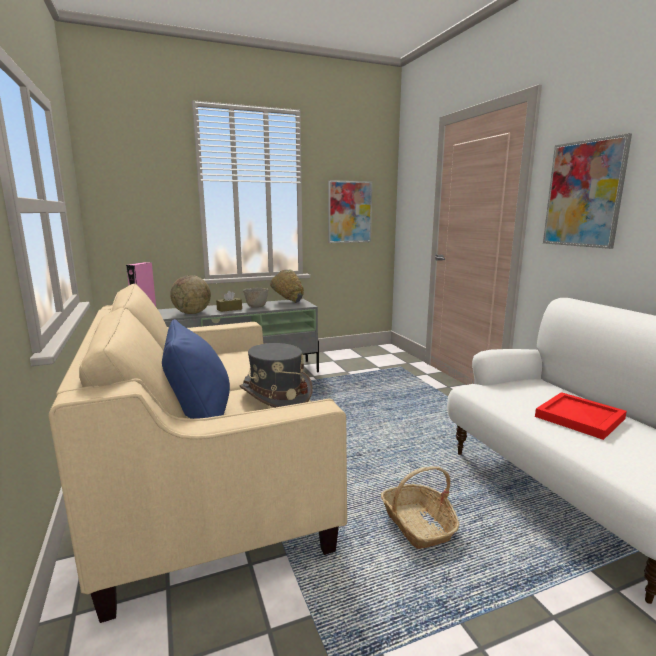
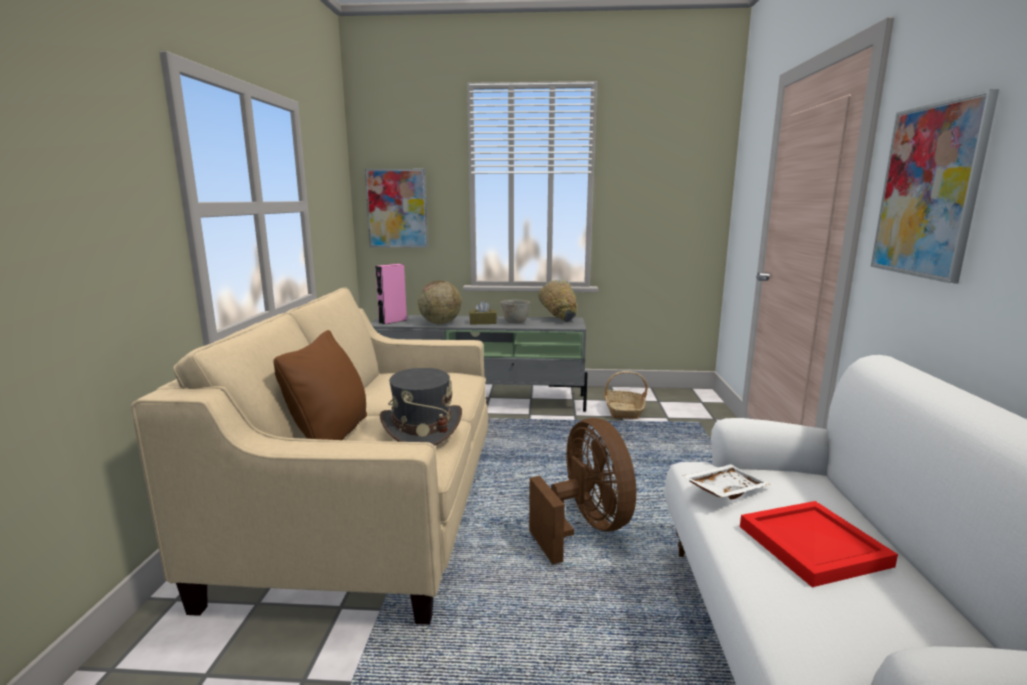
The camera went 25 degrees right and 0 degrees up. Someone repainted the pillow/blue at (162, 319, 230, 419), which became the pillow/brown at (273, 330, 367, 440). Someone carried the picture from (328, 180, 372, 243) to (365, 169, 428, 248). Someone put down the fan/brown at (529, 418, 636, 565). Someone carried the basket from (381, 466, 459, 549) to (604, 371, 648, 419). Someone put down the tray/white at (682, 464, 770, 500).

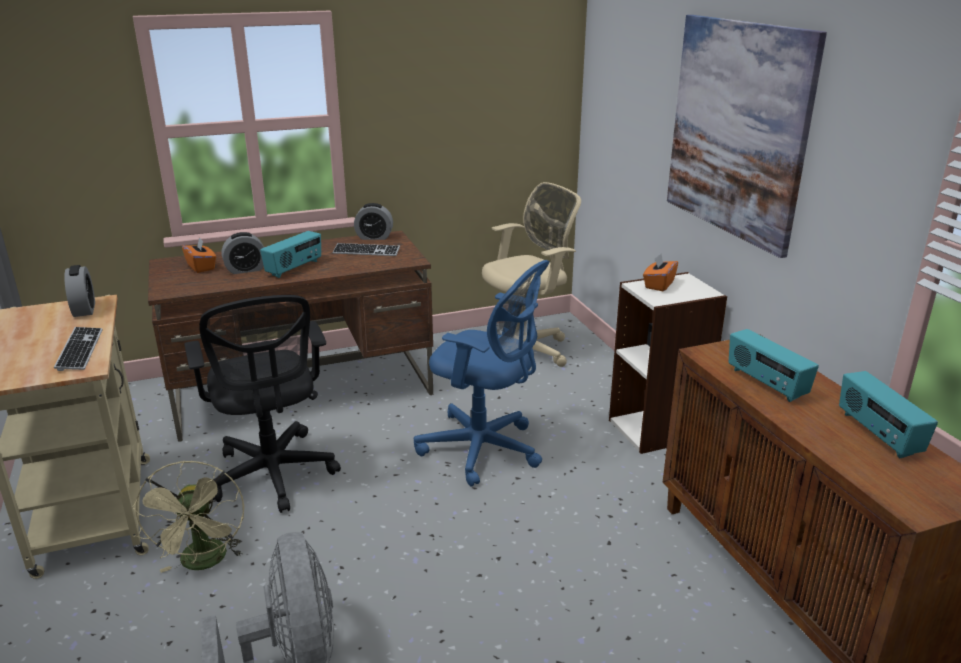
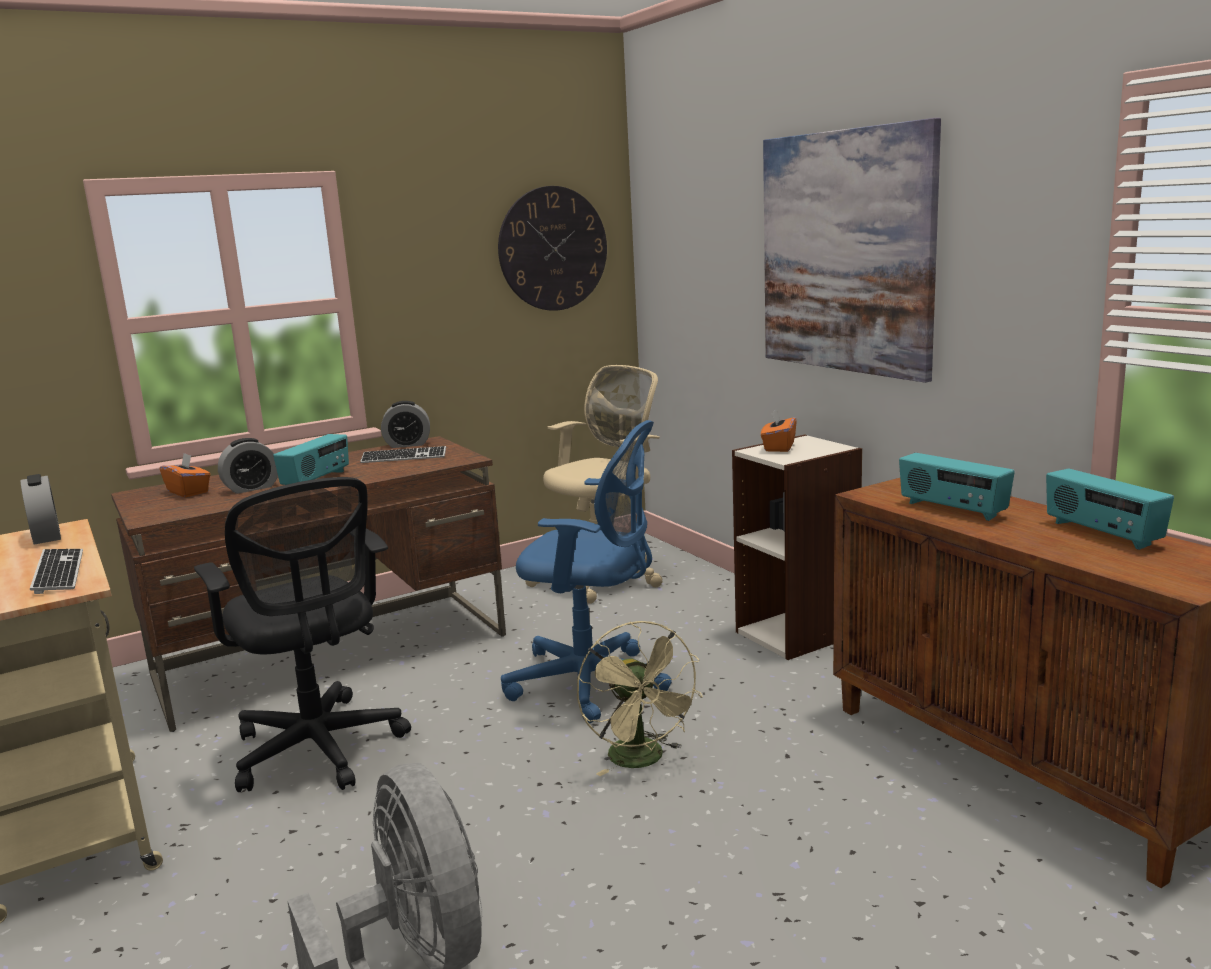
The camera went 10 degrees left and 10 degrees down. Someone put up the wall clock at (498, 186, 607, 311). Someone carried the fan/beige from (132, 461, 244, 573) to (577, 621, 703, 776).

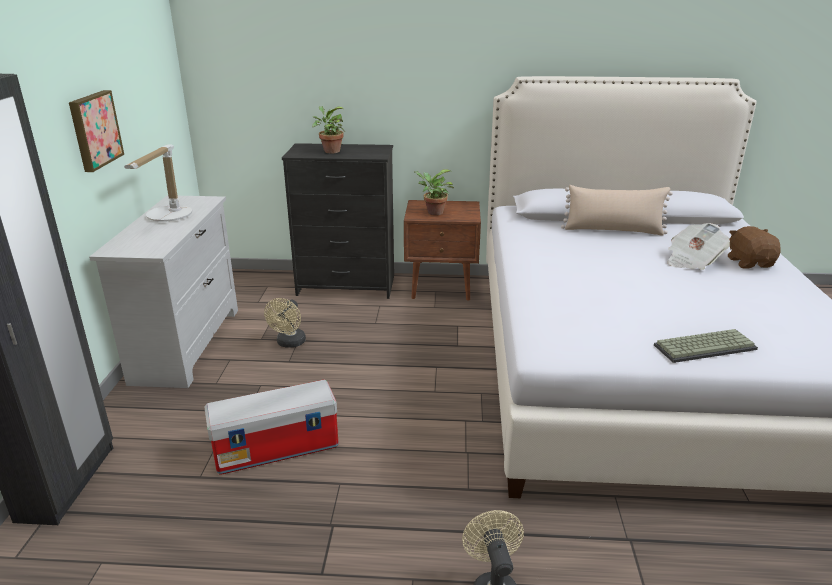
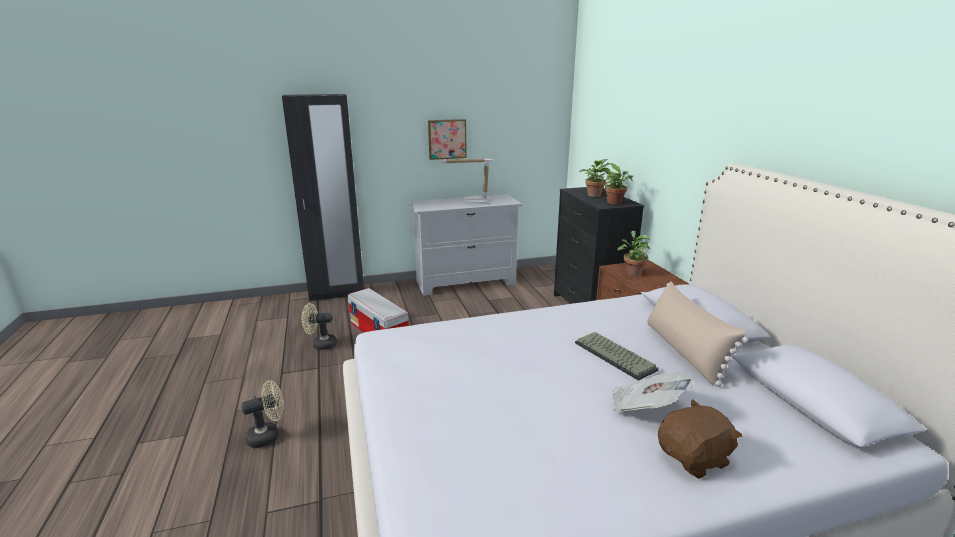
The camera went 70 degrees right and 5 degrees down. Someone carried the fan/beige from (264, 298, 306, 348) to (302, 303, 337, 350). Someone carried the keyboard from (654, 329, 758, 363) to (575, 332, 659, 380). Someone put down the potted plant at (604, 163, 633, 204).

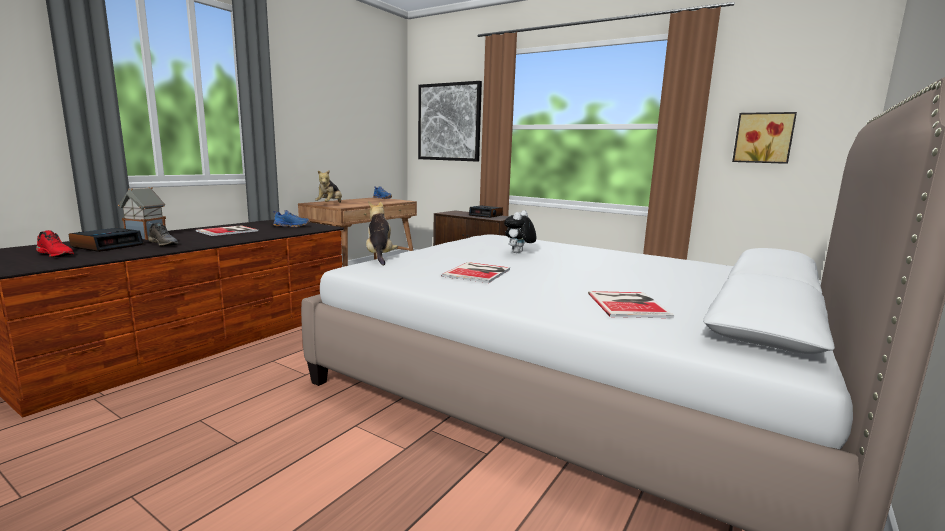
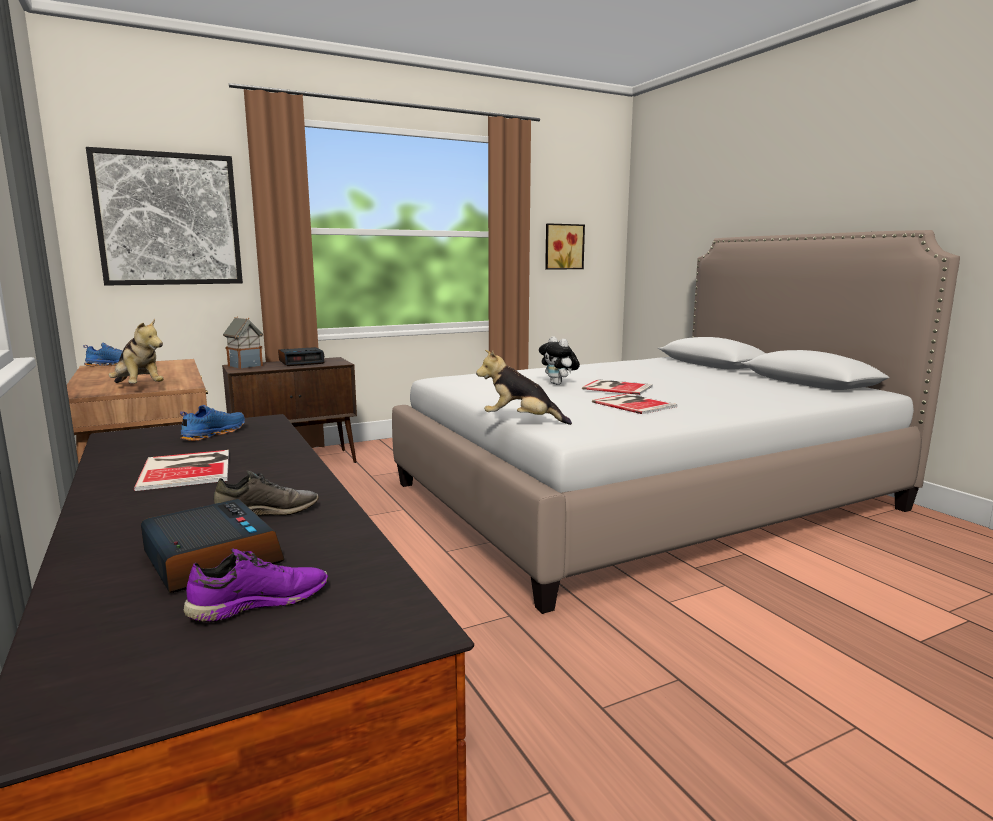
The camera went 60 degrees left and 0 degrees up. Someone repainted the shoe/red at (36, 230, 74, 257), which became the shoe/purple at (184, 548, 328, 622). Someone carried the toy house from (118, 187, 166, 240) to (223, 317, 263, 369). Someone carried the book from (588, 291, 674, 318) to (582, 379, 653, 395).

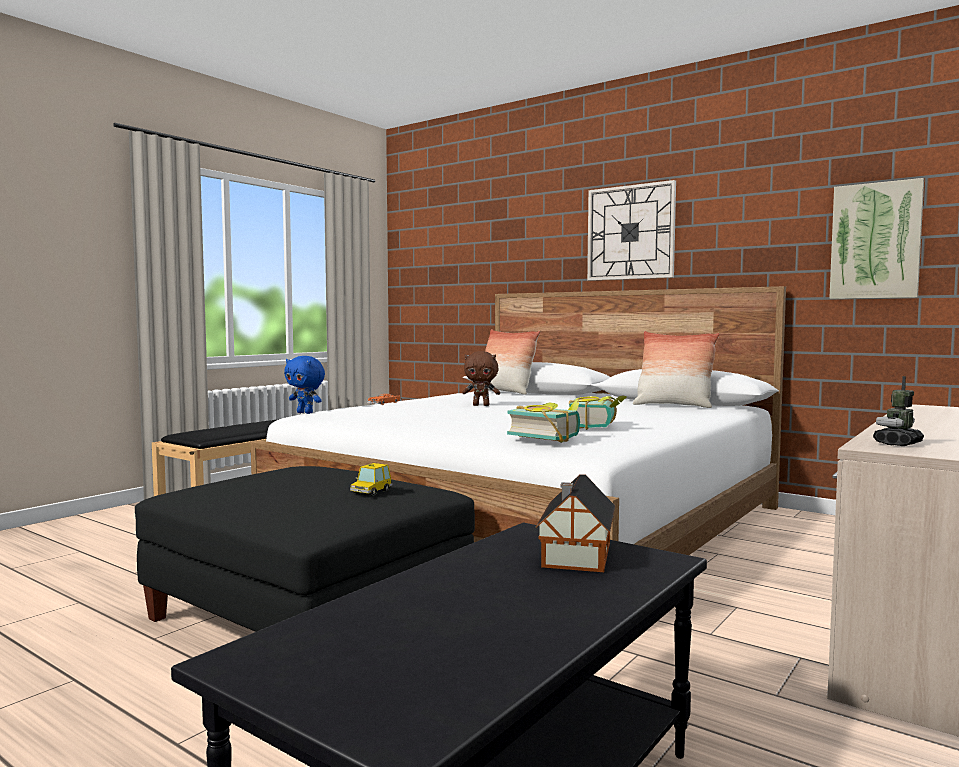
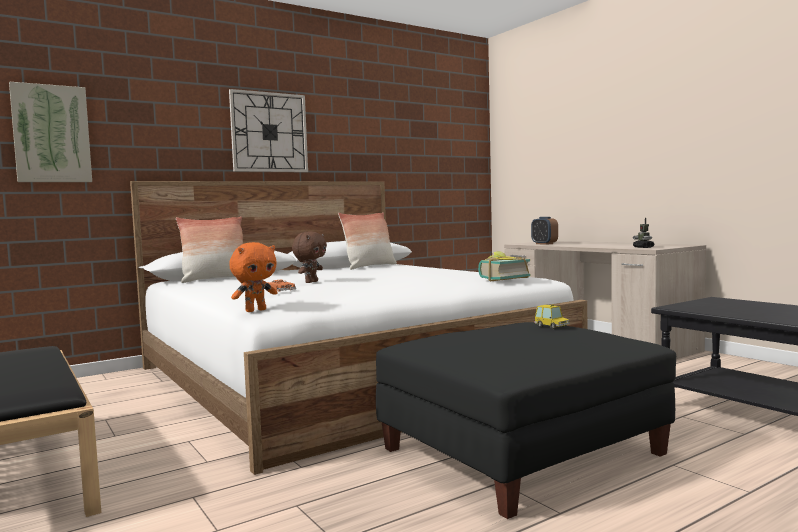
The camera went 70 degrees left and 0 degrees up. Someone carried the picture from (829, 178, 924, 299) to (9, 82, 92, 182). Someone repainted the plush toy/blue at (284, 356, 325, 414), which became the plush toy/orange at (229, 242, 277, 312). Someone put down the alarm clock at (531, 217, 558, 245). Someone took away the toy house at (536, 474, 615, 572). Someone took away the book at (569, 395, 627, 430).

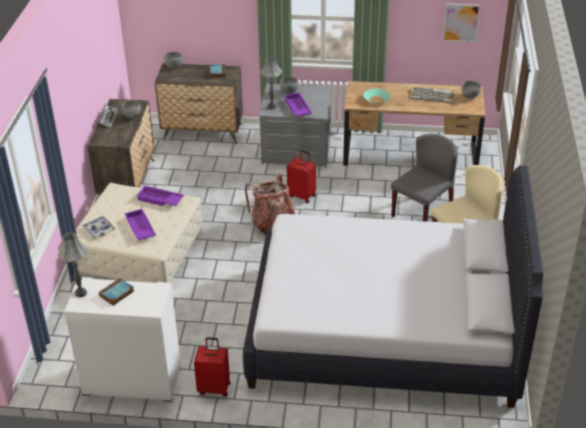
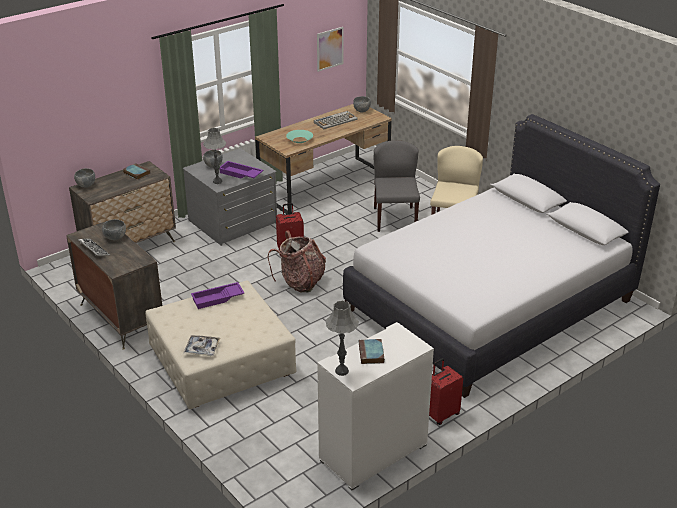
The camera went 45 degrees left and 5 degrees down. Someone took away the tray/purple at (124, 209, 156, 241).

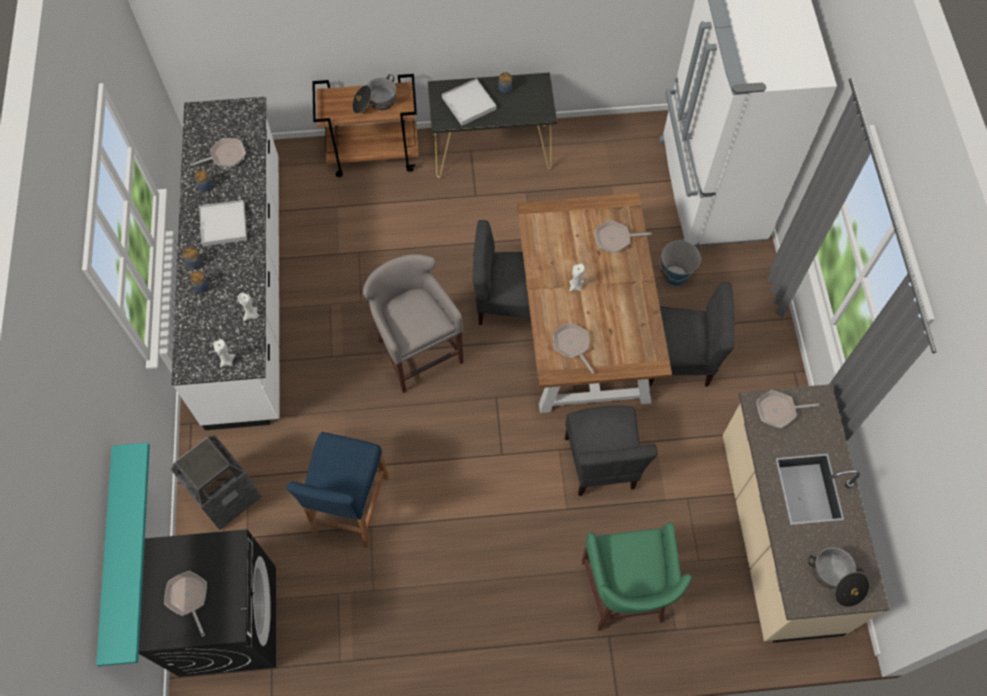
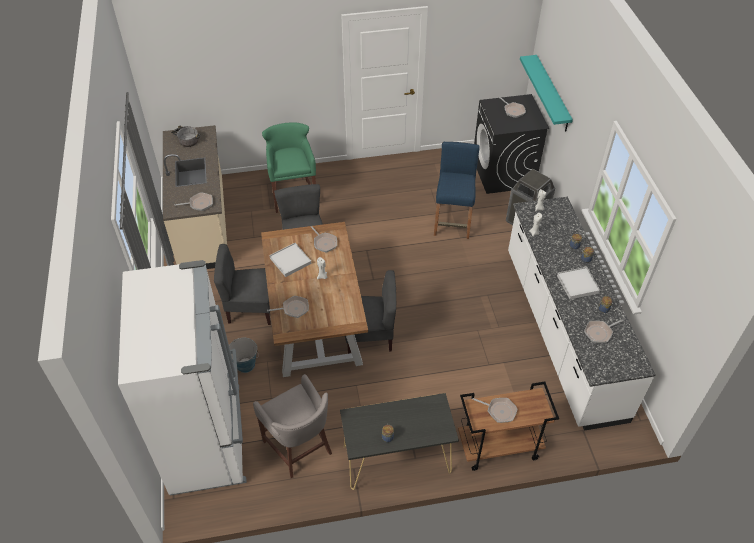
The camera went 175 degrees right and 15 degrees down. Someone carried the stool/grey from (363, 254, 464, 393) to (253, 374, 332, 478). Someone carried the tray/white from (442, 78, 496, 126) to (269, 243, 311, 277). Someone swapped the cooking pot at (352, 74, 396, 114) for the frying pan at (472, 398, 518, 423).

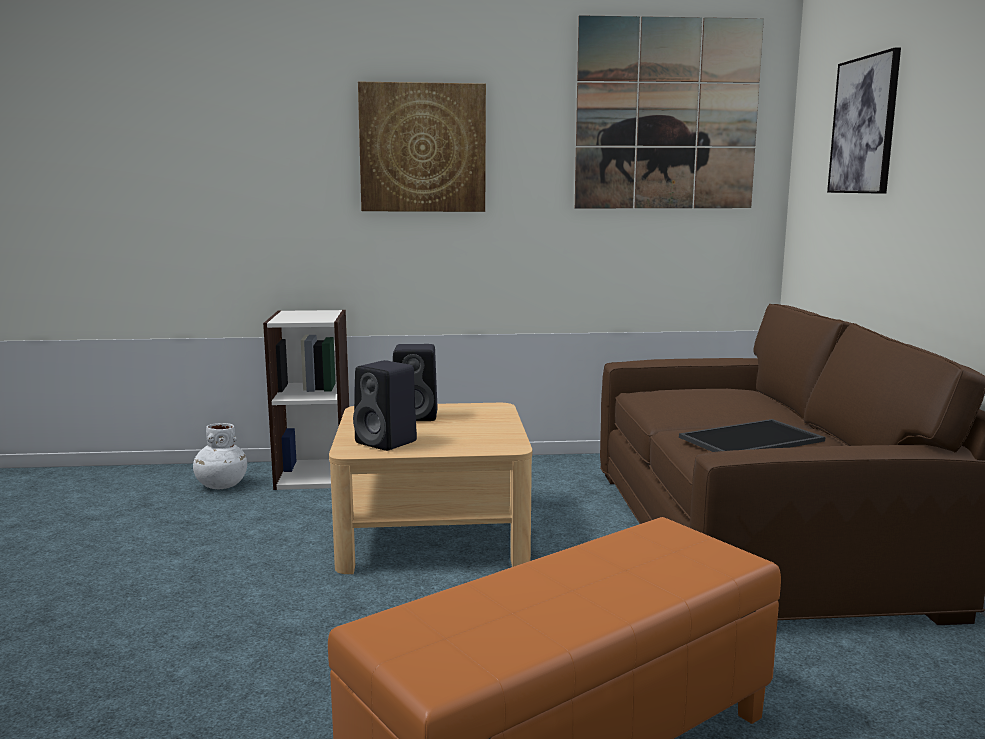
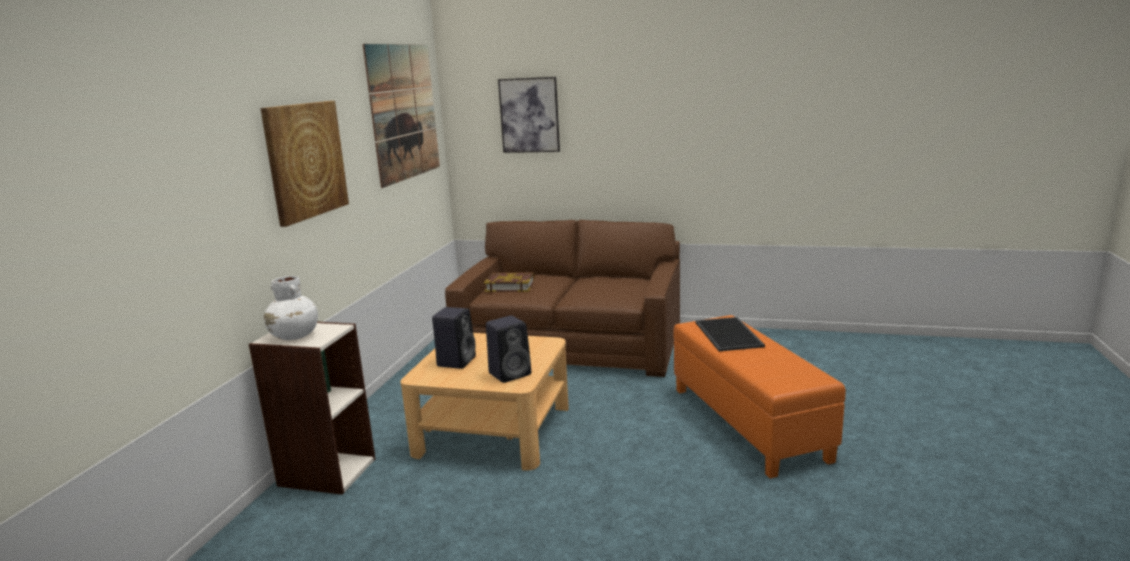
The camera went 70 degrees left and 5 degrees up. Someone carried the vase/white from (193, 423, 247, 489) to (264, 276, 318, 340). Someone put down the book at (484, 272, 535, 292). Someone carried the tray from (679, 419, 825, 452) to (696, 317, 765, 351).

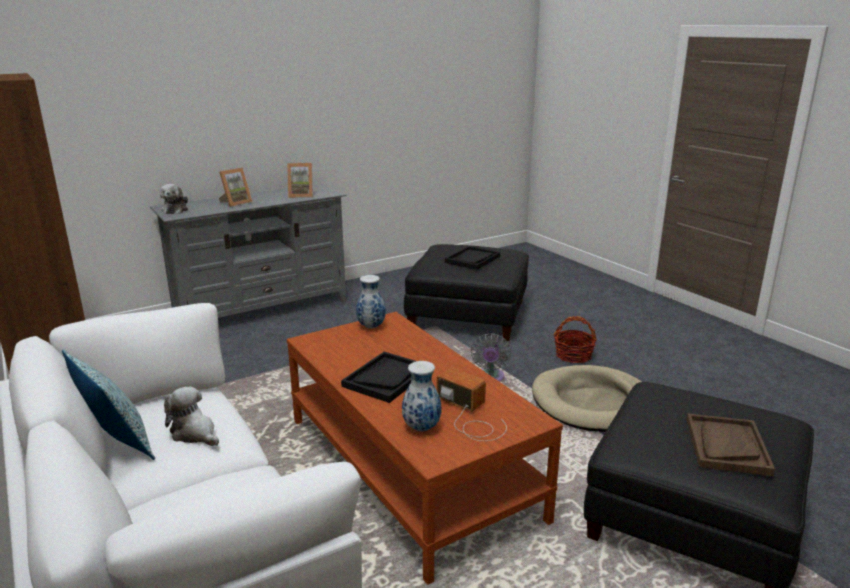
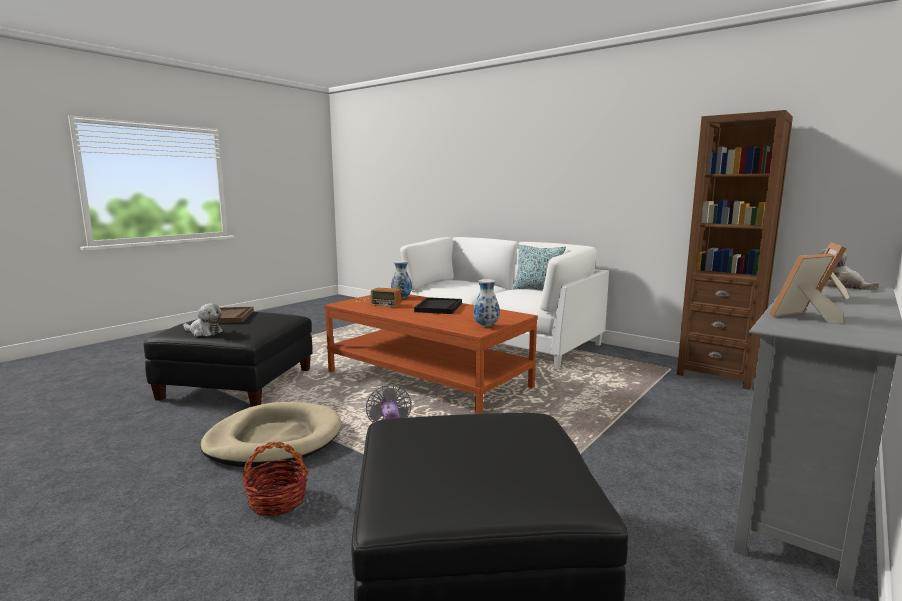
The camera went 160 degrees right and 10 degrees down. Someone carried the plush toy from (164, 386, 219, 446) to (183, 303, 223, 336). Someone took away the tray/black at (445, 246, 500, 270).

